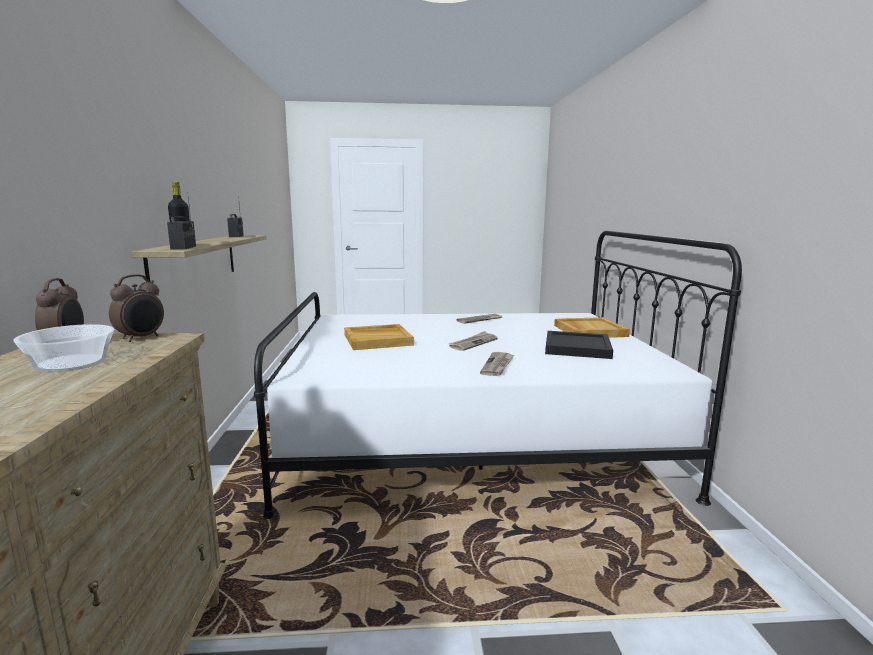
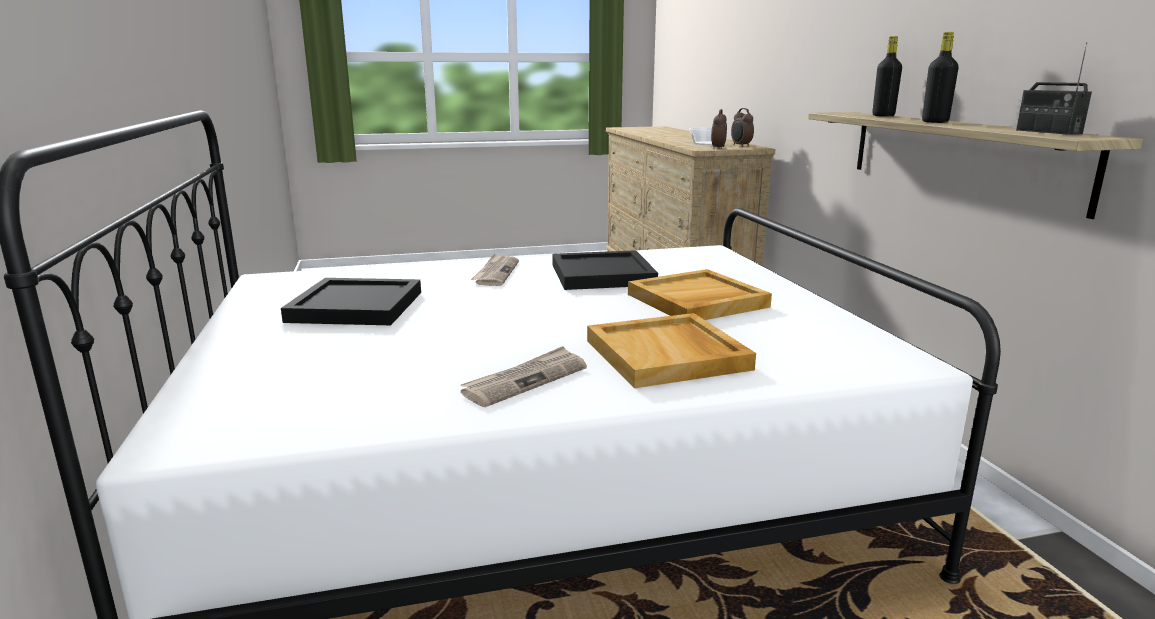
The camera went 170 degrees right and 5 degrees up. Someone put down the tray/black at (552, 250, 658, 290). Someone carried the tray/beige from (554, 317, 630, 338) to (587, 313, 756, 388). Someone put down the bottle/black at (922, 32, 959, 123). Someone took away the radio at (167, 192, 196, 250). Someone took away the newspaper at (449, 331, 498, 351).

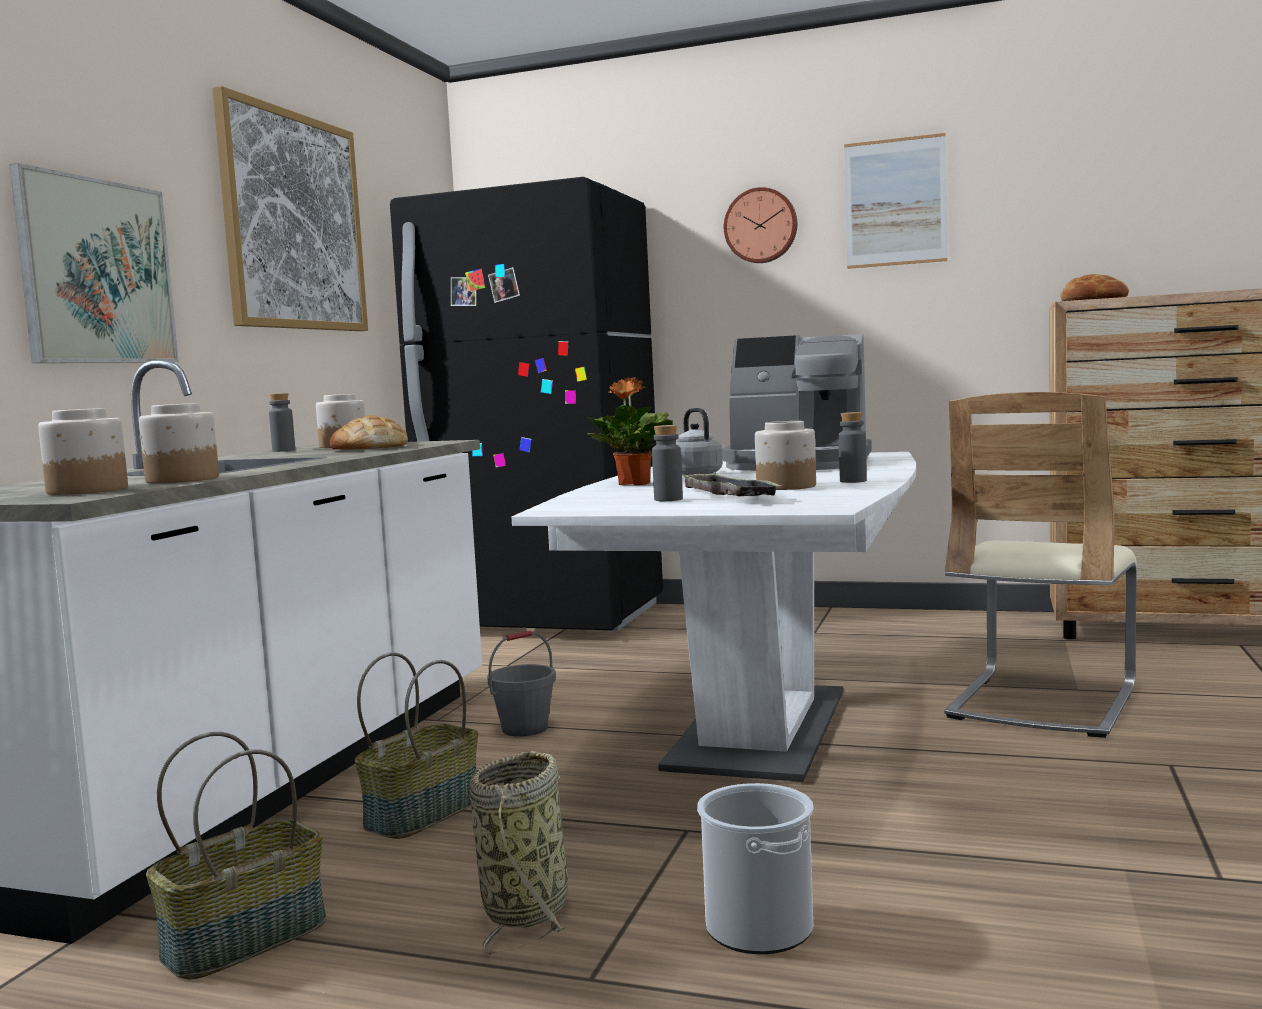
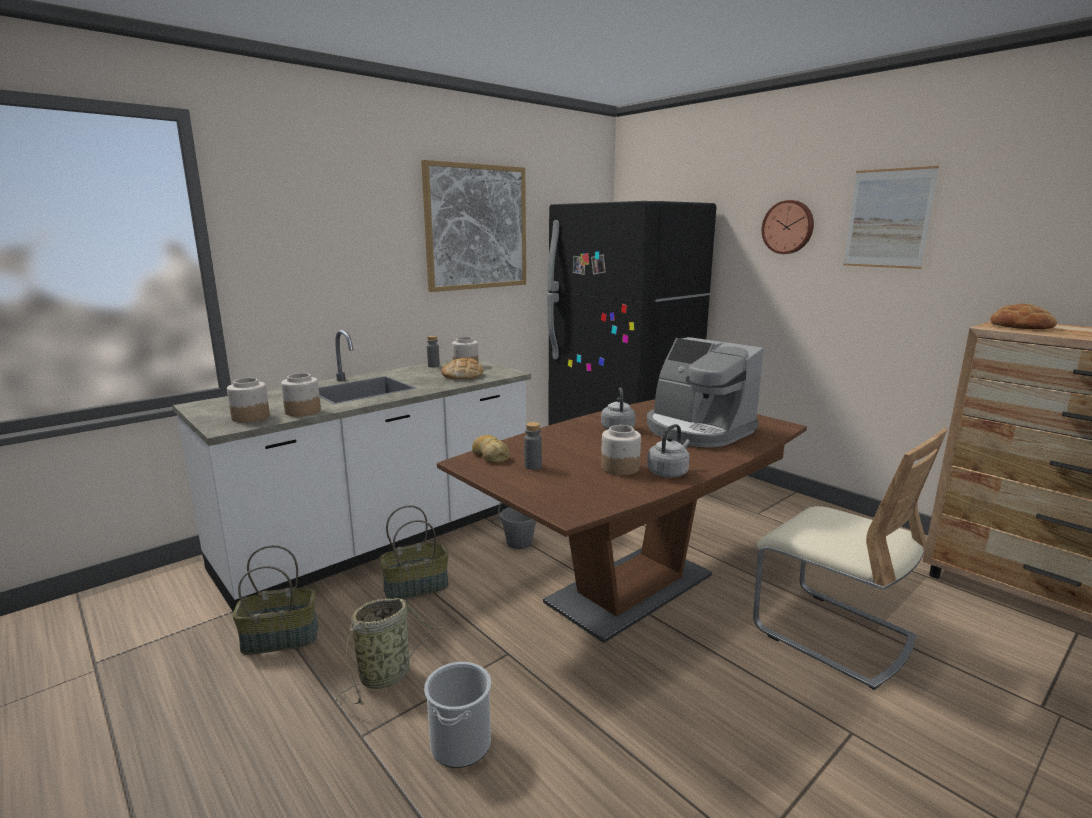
The camera went 30 degrees right and 10 degrees up. Someone repainted the dining table/white at (511, 452, 916, 782), which became the dining table/brown at (437, 399, 807, 643). Someone put down the bread at (472, 435, 510, 463). Someone swapped the bottle/grey at (839, 412, 867, 483) for the kettle/grey at (647, 424, 690, 478). Someone rotated the chair/beige at (944, 392, 1137, 738) by 105 degrees counterclockwise. Someone took away the picture at (9, 163, 179, 363). Someone took away the potted plant at (587, 377, 673, 485). Someone took away the tray at (682, 472, 783, 496).

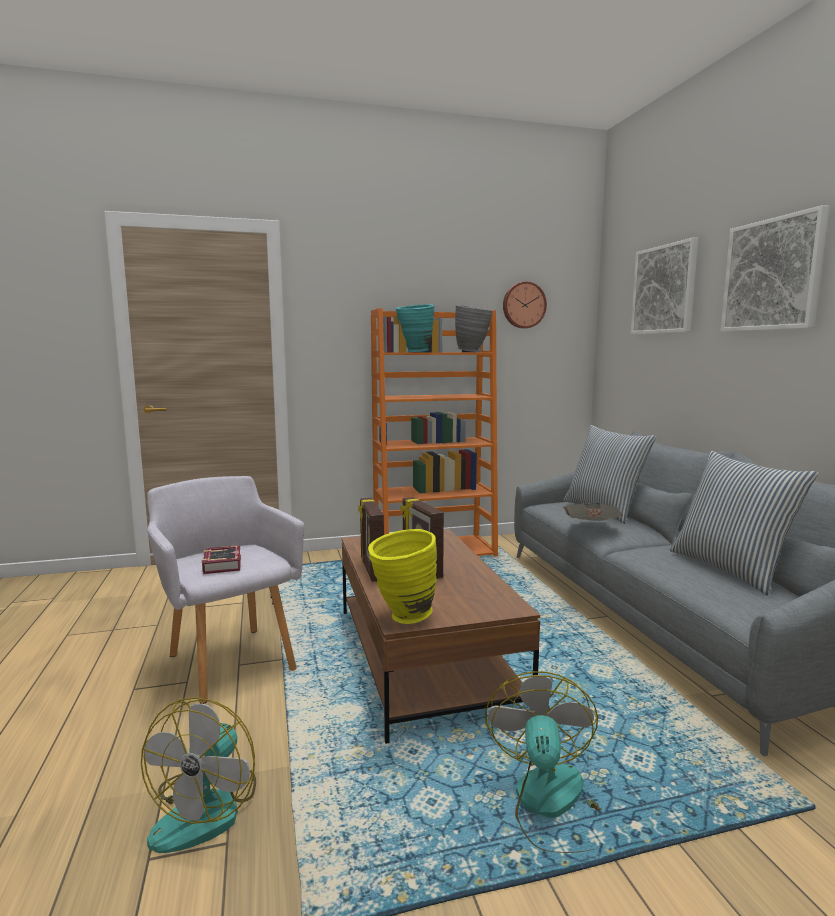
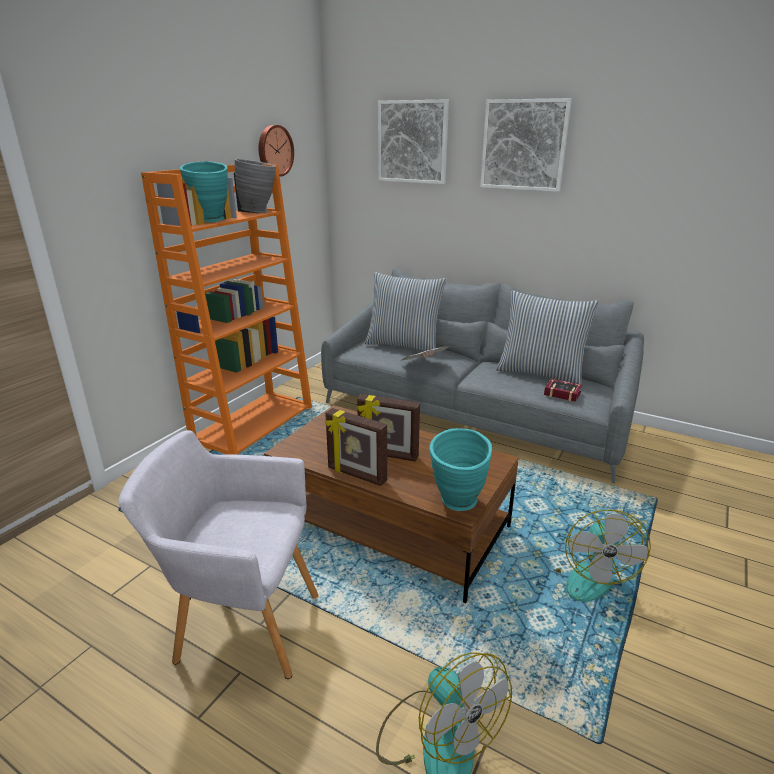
The camera went 45 degrees left and 15 degrees up. Someone repainted the vase/yellow at (368, 529, 437, 624), which became the vase/turquoise at (430, 428, 492, 511). Someone carried the book from (202, 545, 241, 574) to (544, 379, 582, 402). Someone rotated the fan at (485, 671, 609, 853) by 135 degrees counterclockwise.

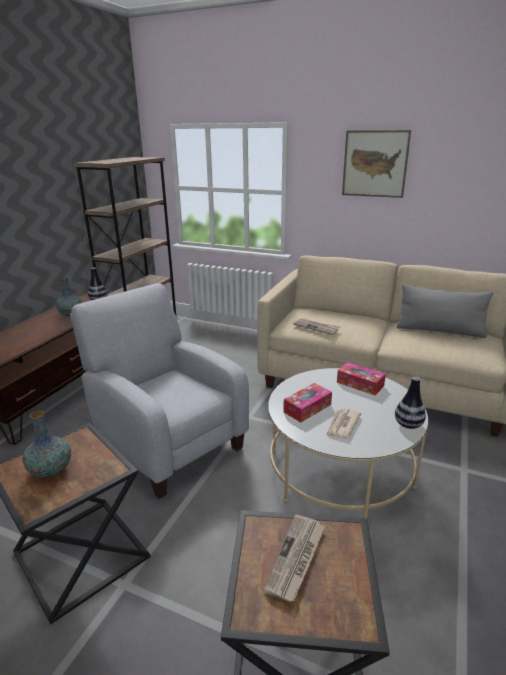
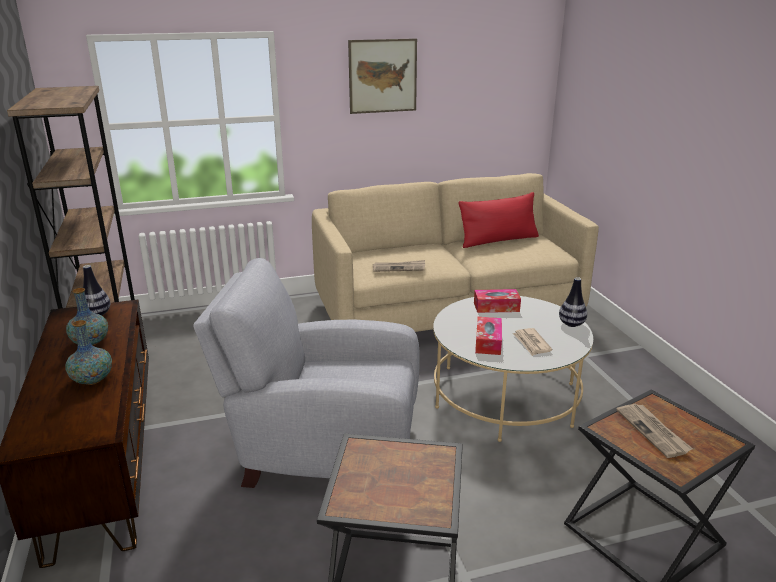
The camera went 40 degrees left and 0 degrees up. Someone carried the vase from (23, 411, 71, 477) to (65, 320, 112, 385). Someone repainted the pillow/grey at (396, 284, 493, 338), which became the pillow/red at (459, 192, 539, 248).

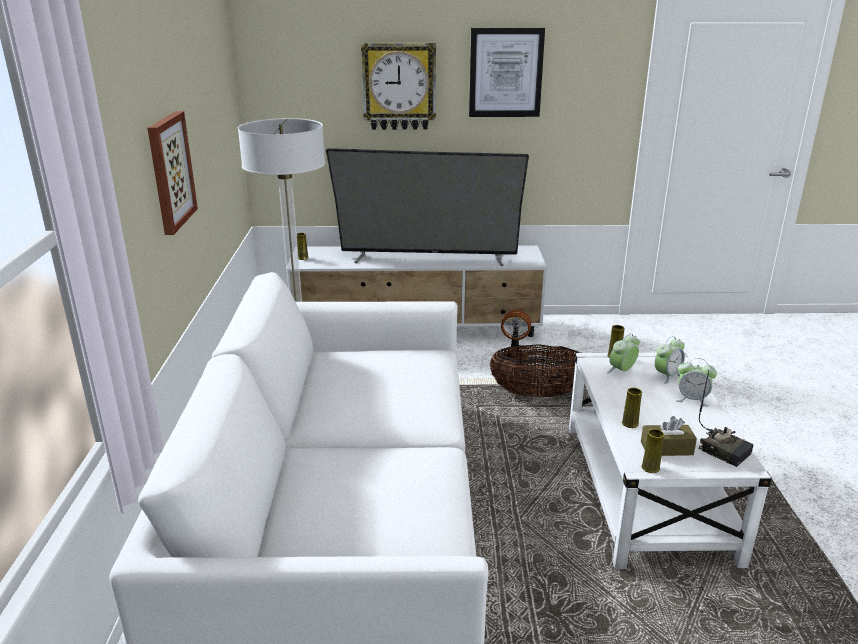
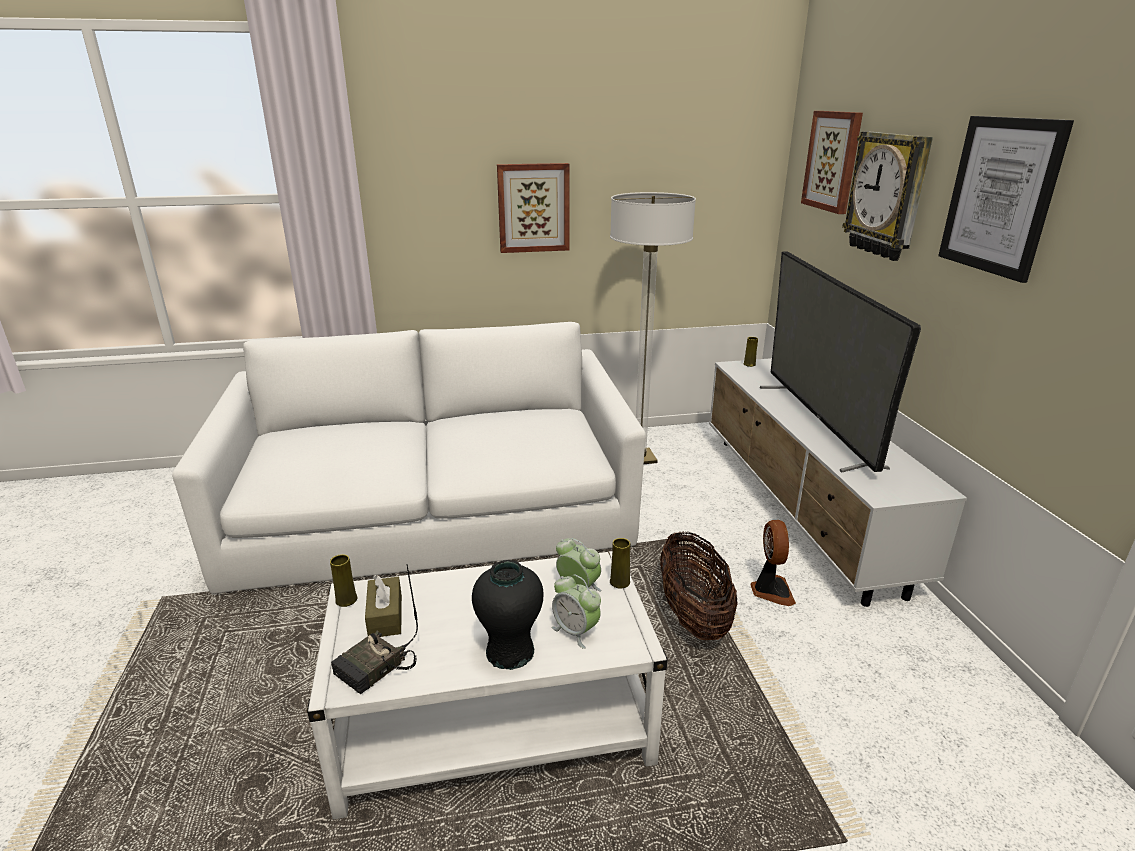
The camera went 80 degrees right and 0 degrees up. Someone swapped the alarm clock at (676, 358, 717, 406) for the vase/black at (472, 560, 543, 670). Someone put up the picture at (801, 111, 863, 214). Someone took away the vase/yellow at (622, 388, 642, 428).

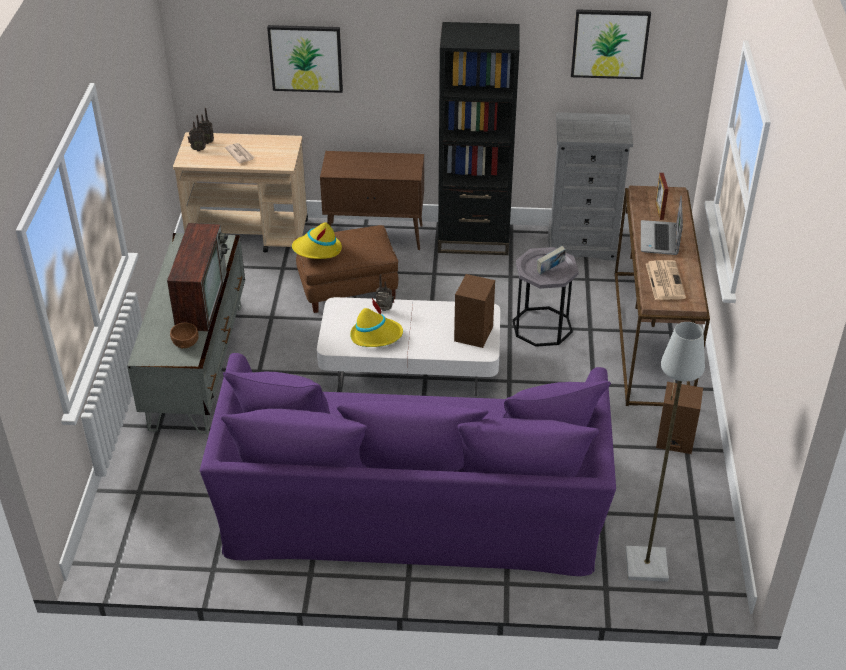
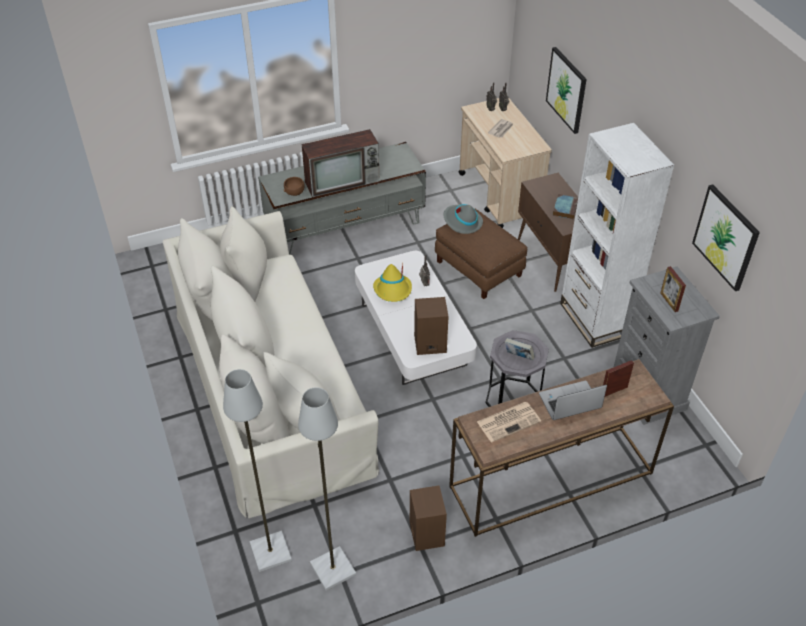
The camera went 65 degrees right and 5 degrees up. Someone repainted the sofa/purple at (200, 353, 616, 576), which became the sofa/beige at (163, 206, 379, 518). Someone put down the floor lamp/grey at (298, 387, 356, 591). Someone repainted the hat/yellow at (292, 222, 342, 259), which became the hat/grey at (443, 204, 483, 234). Someone put down the book at (553, 194, 578, 219). Someone repainted the bookcase/black at (438, 22, 520, 255), which became the bookcase/white at (560, 123, 674, 348). Someone put down the picture frame at (660, 266, 686, 312).

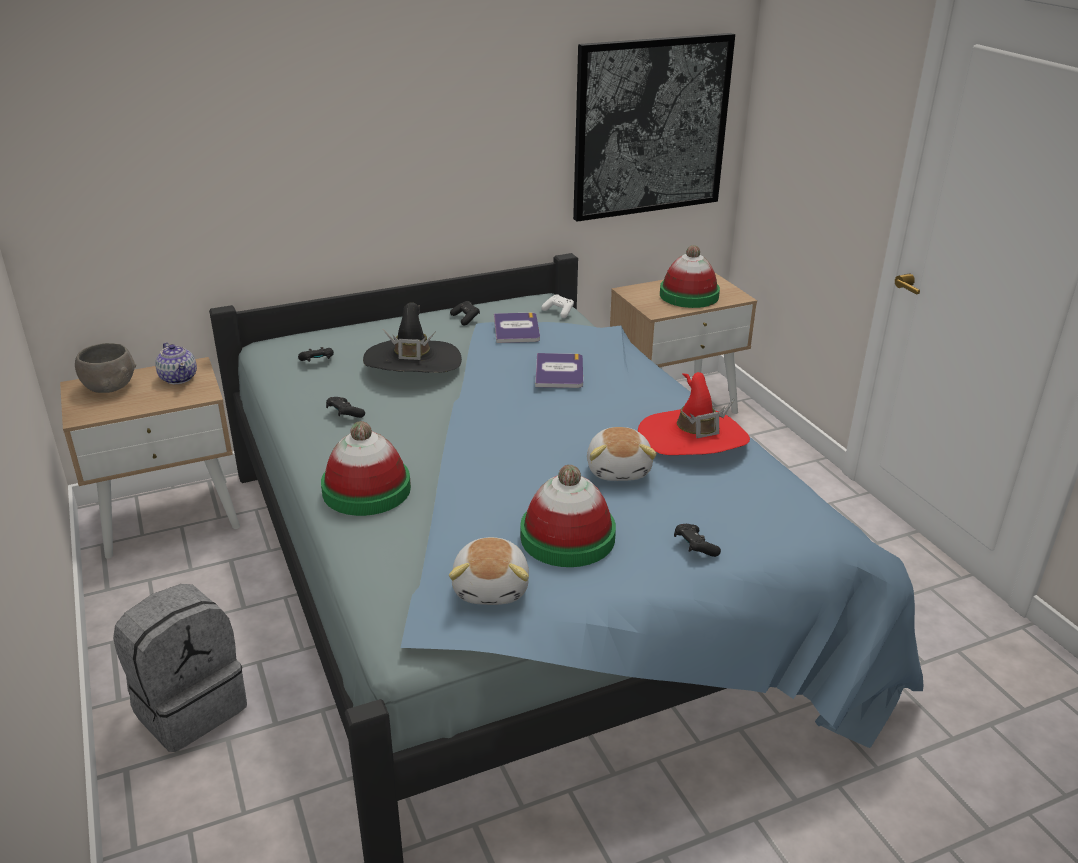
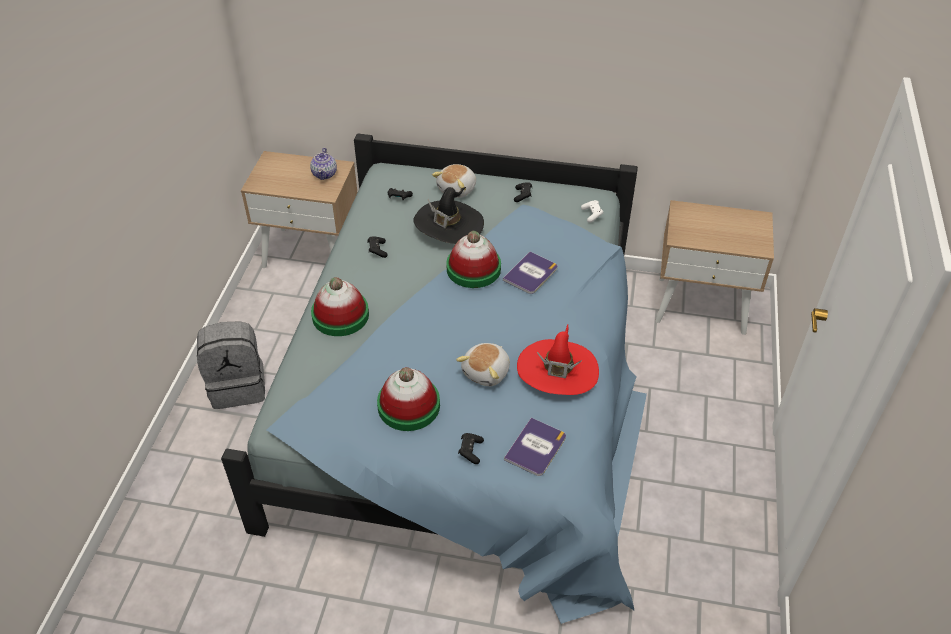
The camera went 35 degrees right and 15 degrees up. Someone carried the plush toy from (449, 537, 529, 605) to (432, 164, 476, 198). Someone carried the hat from (660, 245, 720, 308) to (446, 231, 501, 288). Someone carried the book from (494, 313, 540, 343) to (504, 418, 566, 476). Someone took away the bowl/grey at (75, 343, 136, 393). Someone took away the picture at (573, 33, 735, 222).

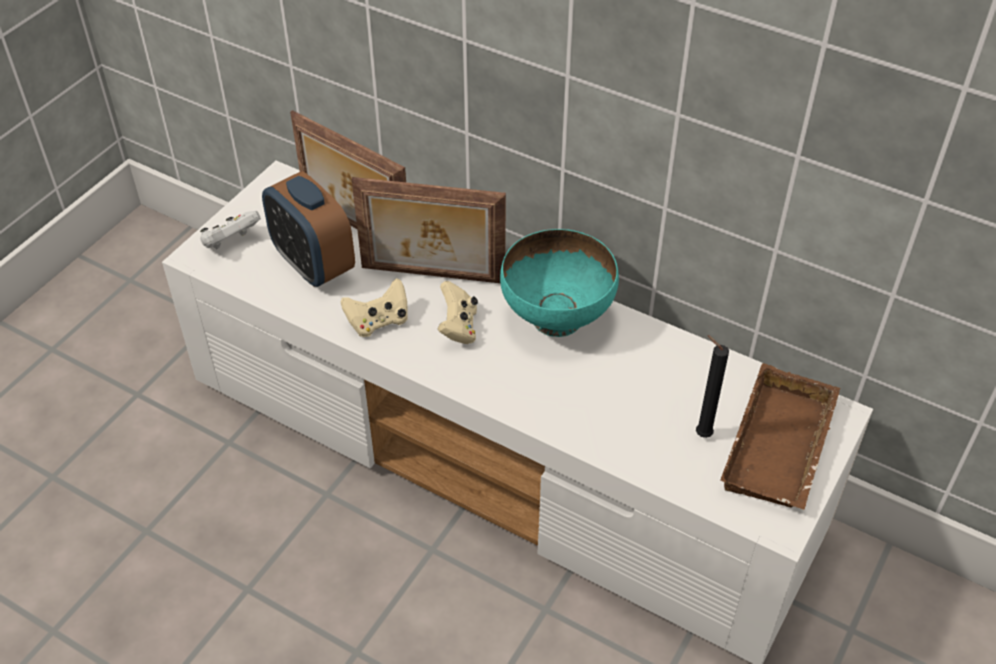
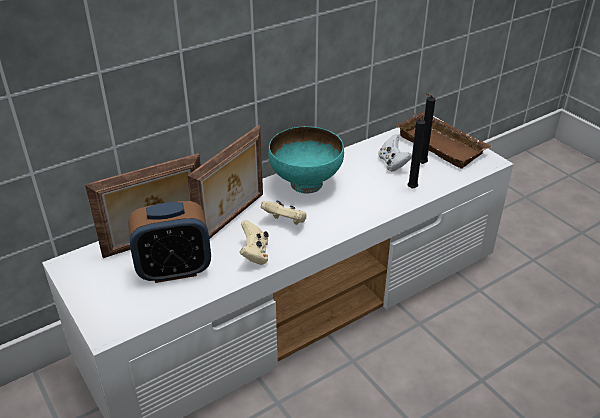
The camera went 65 degrees left and 10 degrees down. Someone carried the game controller/white from (200, 211, 261, 249) to (378, 134, 412, 171). Someone put down the candle/black at (408, 112, 425, 189).

